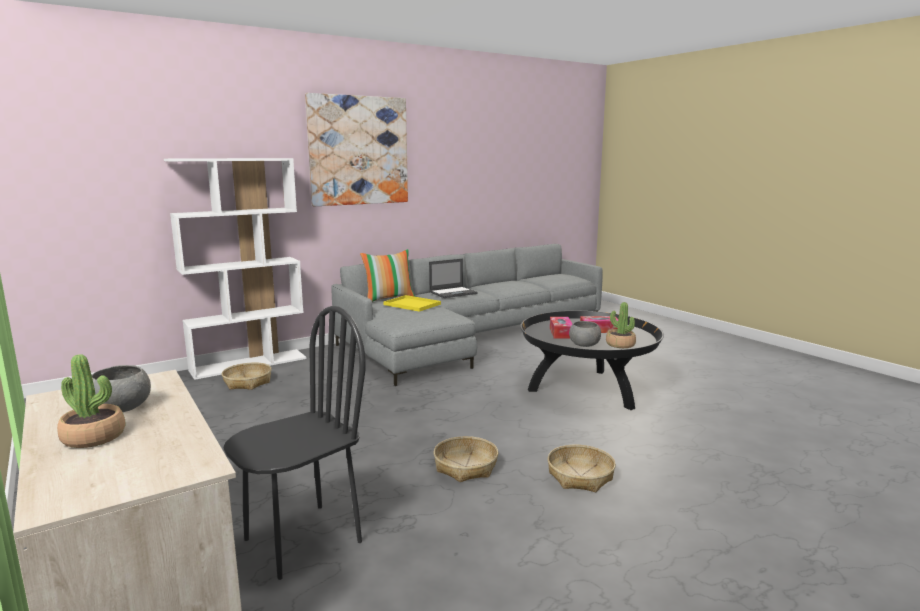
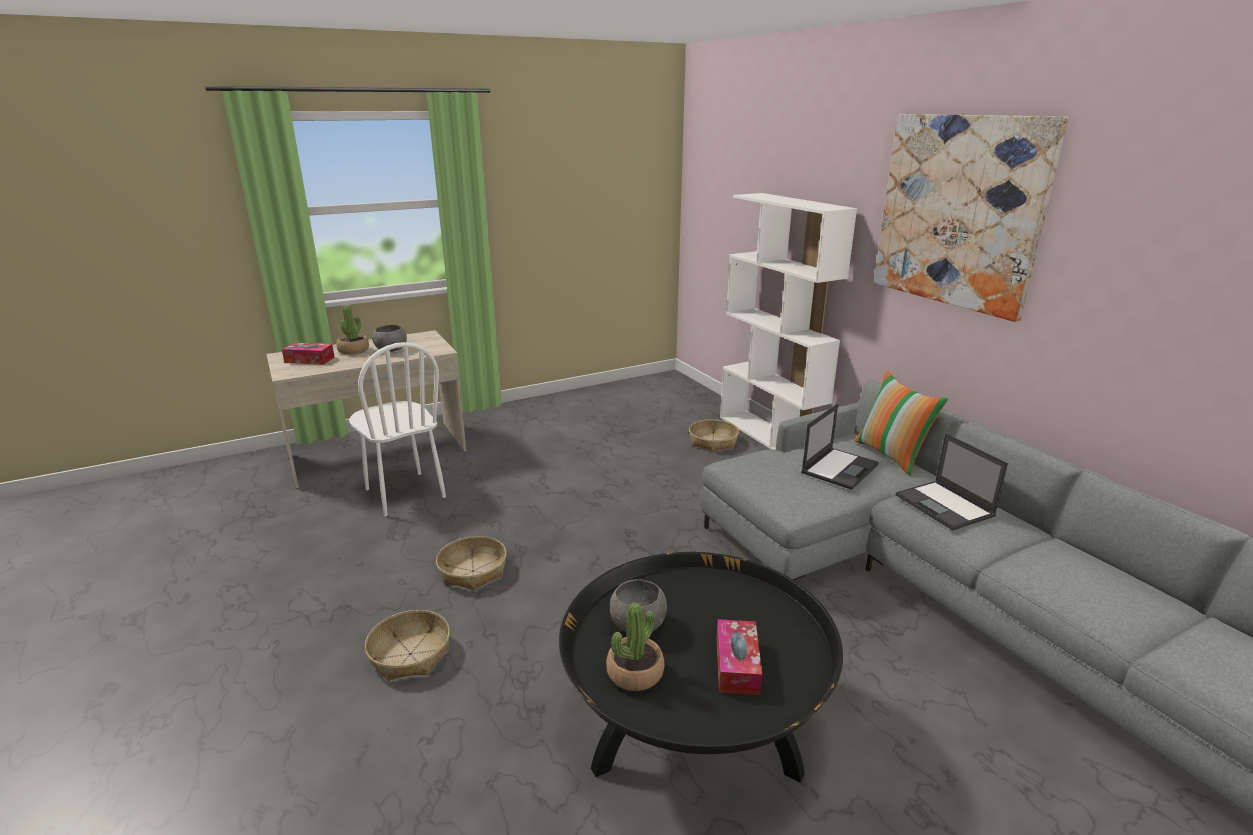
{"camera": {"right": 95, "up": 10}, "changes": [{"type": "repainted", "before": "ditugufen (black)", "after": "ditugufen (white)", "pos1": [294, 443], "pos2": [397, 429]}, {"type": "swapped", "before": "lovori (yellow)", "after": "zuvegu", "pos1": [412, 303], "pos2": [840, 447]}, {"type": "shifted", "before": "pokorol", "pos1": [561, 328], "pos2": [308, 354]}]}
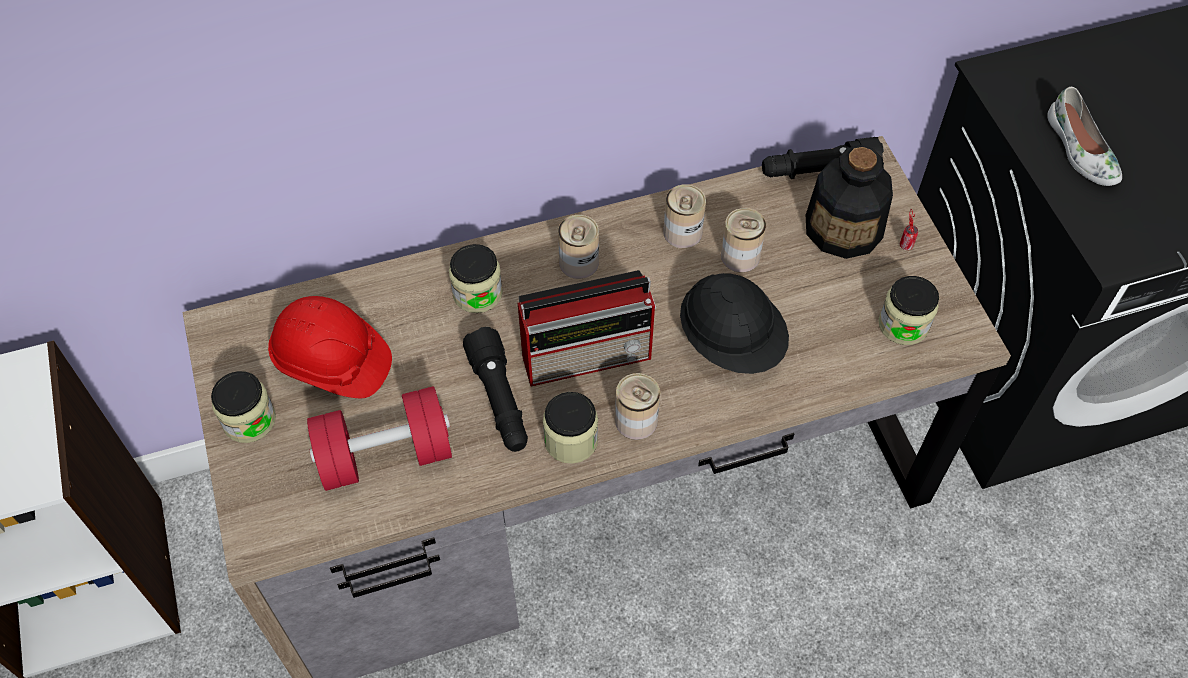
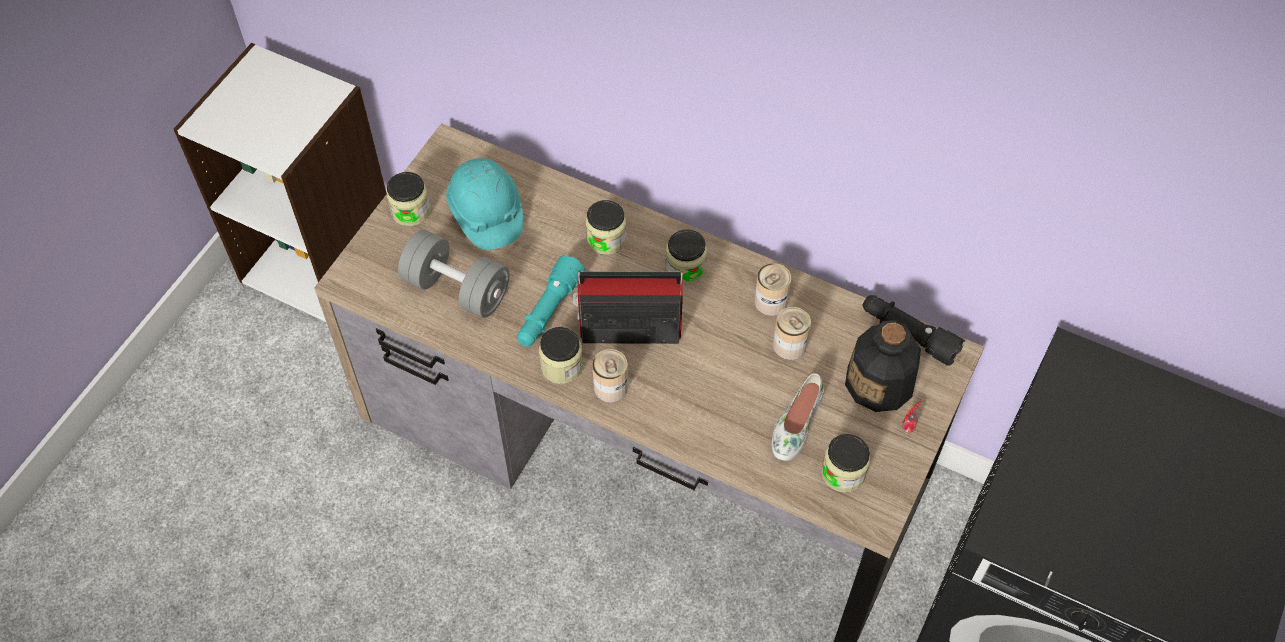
{"camera": {"right": 45, "up": 0}, "changes": [{"type": "repainted", "before": "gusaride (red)", "after": "gusaride (turquoise)", "pos1": [330, 347], "pos2": [484, 204]}, {"type": "repainted", "before": "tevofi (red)", "after": "tevofi (grey)", "pos1": [379, 438], "pos2": [454, 273]}, {"type": "repainted", "before": "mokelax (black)", "after": "mokelax (turquoise)", "pos1": [495, 389], "pos2": [552, 301]}, {"type": "rotated", "before": "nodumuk", "pos1": [587, 328], "pos2": [628, 307], "turn": 150}, {"type": "swapped", "before": "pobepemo", "after": "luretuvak", "pos1": [578, 247], "pos2": [686, 257]}, {"type": "gone", "before": "gusaride (black)", "pos1": [734, 323]}, {"type": "shifted", "before": "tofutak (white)", "pos1": [1084, 136], "pos2": [798, 417]}]}
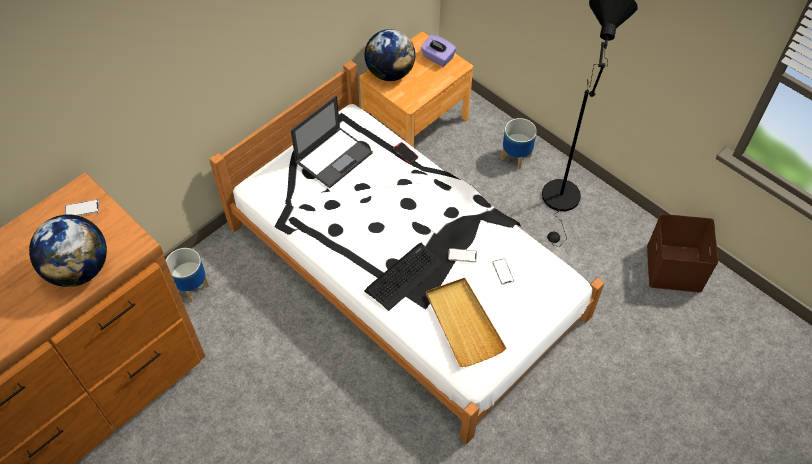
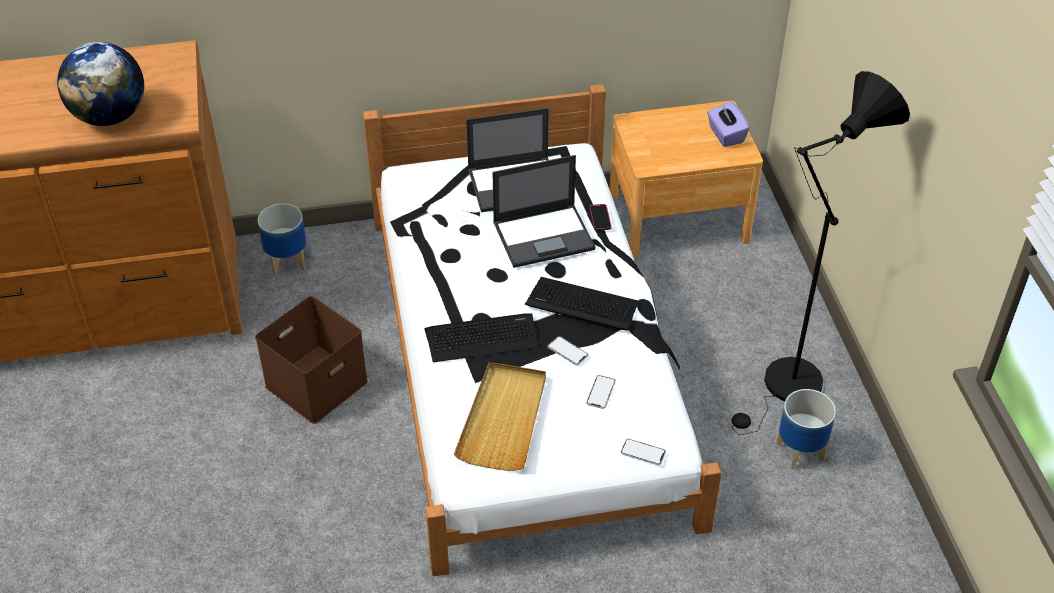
{"camera": {"right": 35, "up": -10}, "changes": [{"type": "shifted", "before": "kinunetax", "pos1": [82, 207], "pos2": [643, 452]}, {"type": "gone", "before": "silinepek", "pos1": [389, 55]}, {"type": "shifted", "before": "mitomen", "pos1": [519, 143], "pos2": [806, 429]}, {"type": "shifted", "before": "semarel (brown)", "pos1": [682, 253], "pos2": [311, 360]}, {"type": "new", "after": "zuvegu", "pos2": [544, 211]}, {"type": "new", "after": "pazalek", "pos2": [582, 304]}]}
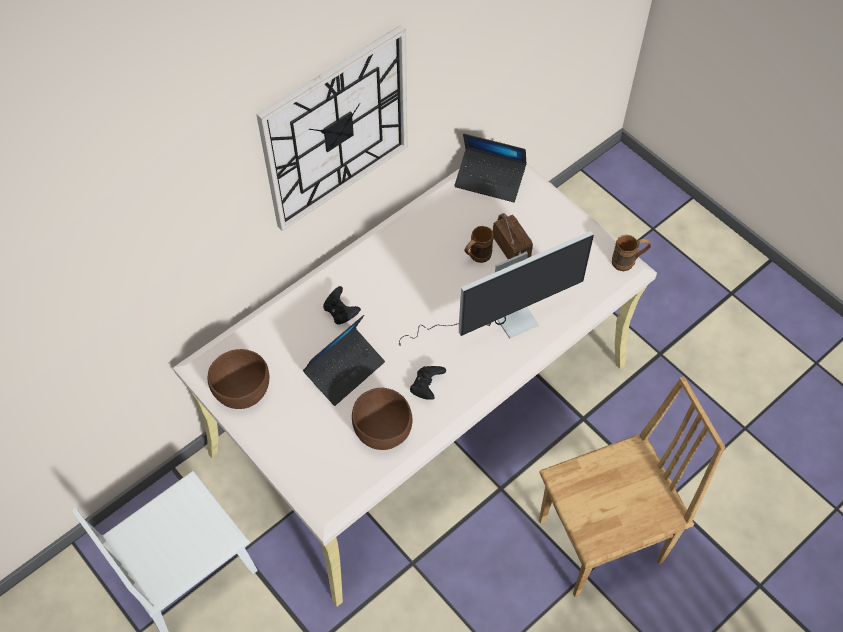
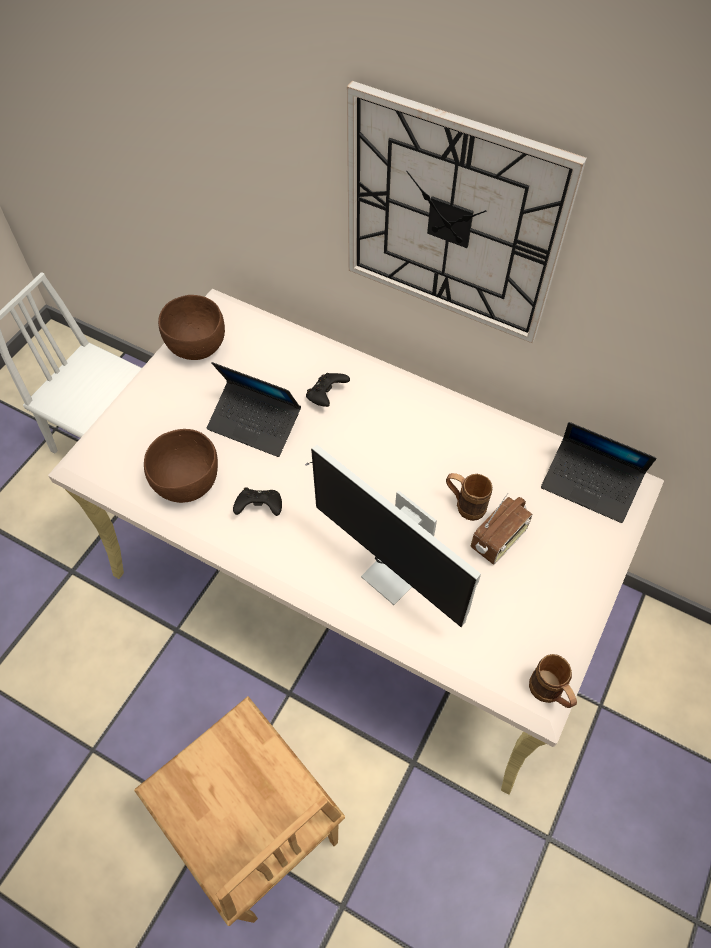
{"camera": {"right": 70, "up": 0}, "changes": [{"type": "rotated", "before": "zuvegu", "pos1": [490, 168], "pos2": [598, 472], "turn": -60}]}
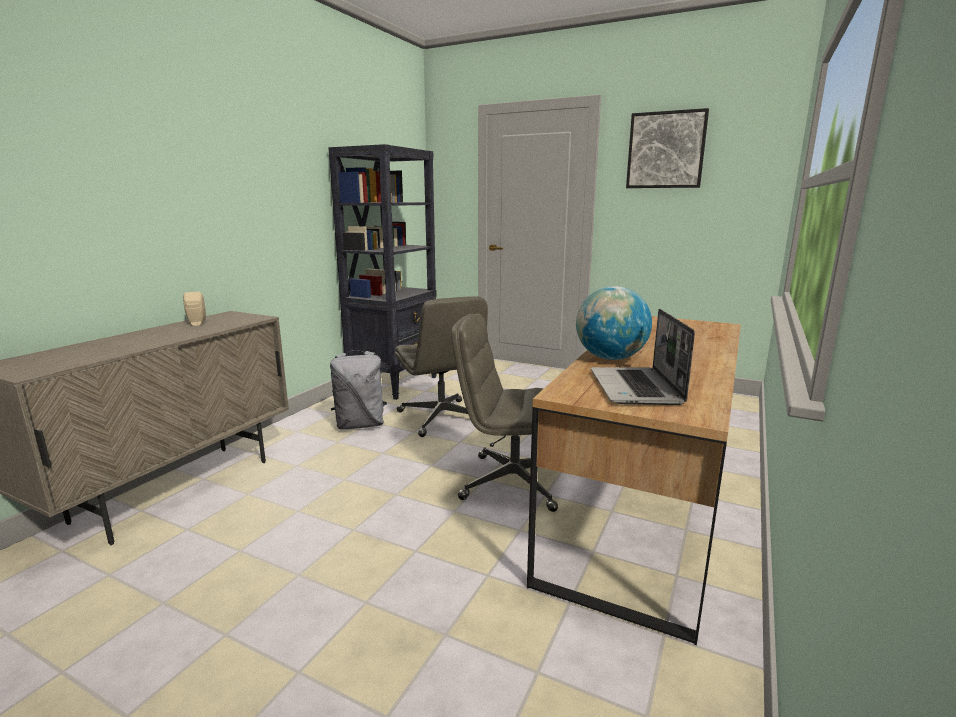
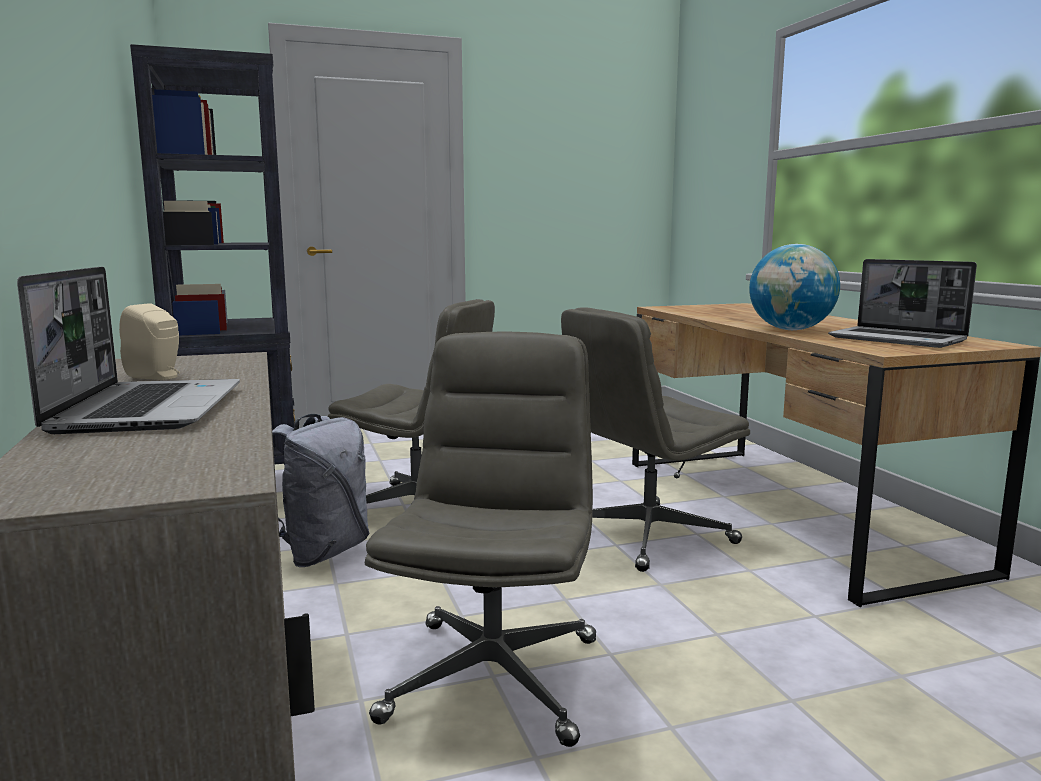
{"camera": {"right": -45, "up": -5}, "changes": [{"type": "gone", "before": "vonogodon", "pos1": [667, 148]}, {"type": "new", "after": "zuvegu", "pos2": [128, 350]}, {"type": "new", "after": "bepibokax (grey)", "pos2": [480, 539]}]}
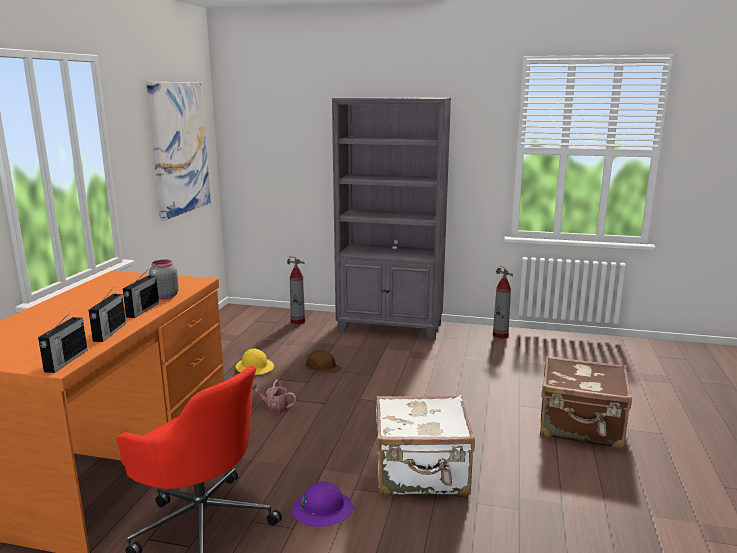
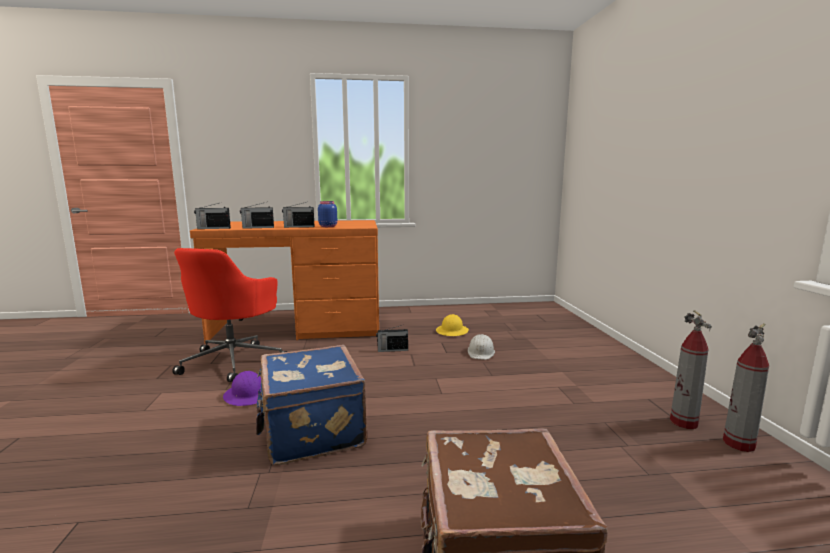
{"camera": {"right": 70, "up": -5}, "changes": [{"type": "gone", "before": "vonogodon", "pos1": [178, 151]}, {"type": "repainted", "before": "luretuvak (grey)", "after": "luretuvak (blue)", "pos1": [164, 279], "pos2": [327, 214]}, {"type": "swapped", "before": "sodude", "after": "nodumuk", "pos1": [273, 396], "pos2": [392, 338]}, {"type": "shifted", "before": "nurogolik", "pos1": [296, 290], "pos2": [691, 369]}, {"type": "repainted", "before": "gusaride (brown)", "after": "gusaride (white)", "pos1": [323, 362], "pos2": [481, 347]}, {"type": "gone", "before": "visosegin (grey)", "pos1": [391, 219]}, {"type": "repainted", "before": "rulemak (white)", "after": "rulemak (blue)", "pos1": [425, 445], "pos2": [311, 405]}]}
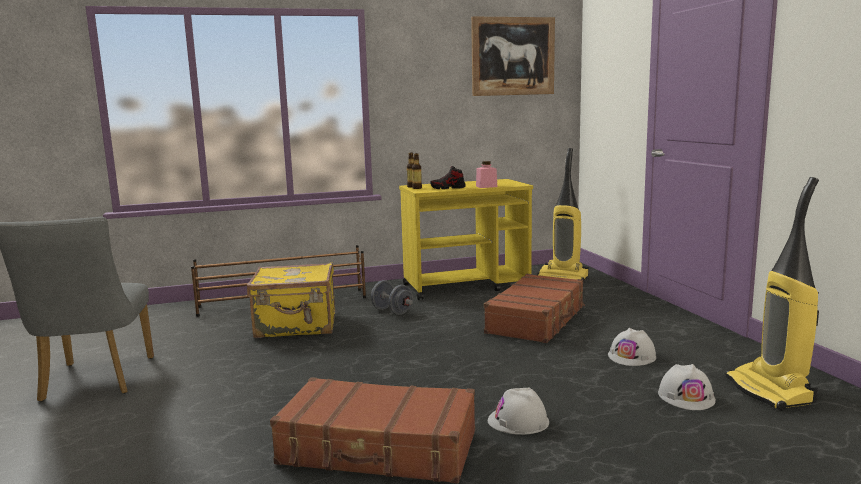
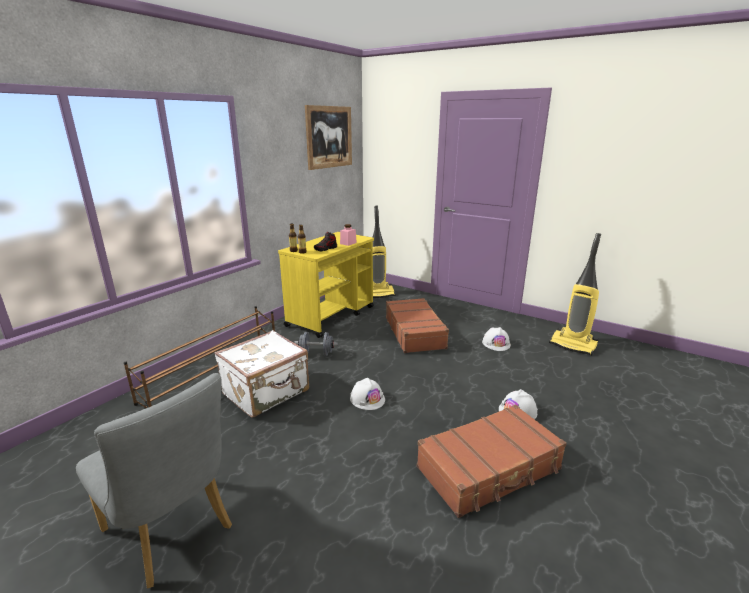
{"camera": {"right": -40, "up": 10}, "changes": [{"type": "repainted", "before": "rulemak (yellow)", "after": "rulemak (white)", "pos1": [291, 300], "pos2": [261, 374]}, {"type": "shifted", "before": "gusaride (white)", "pos1": [687, 387], "pos2": [367, 394]}]}
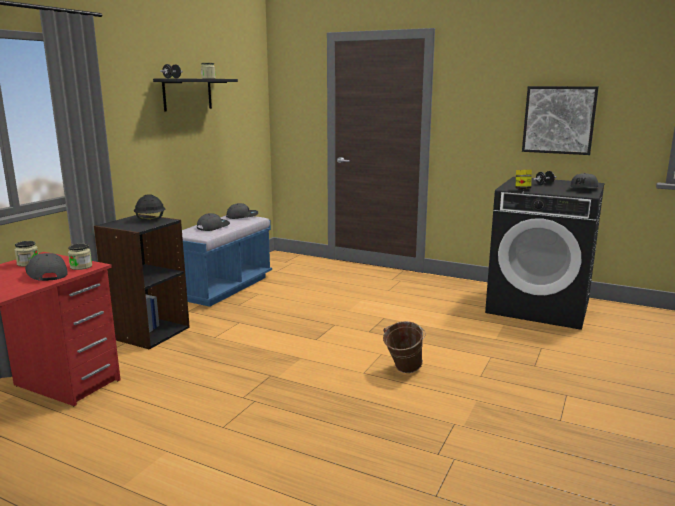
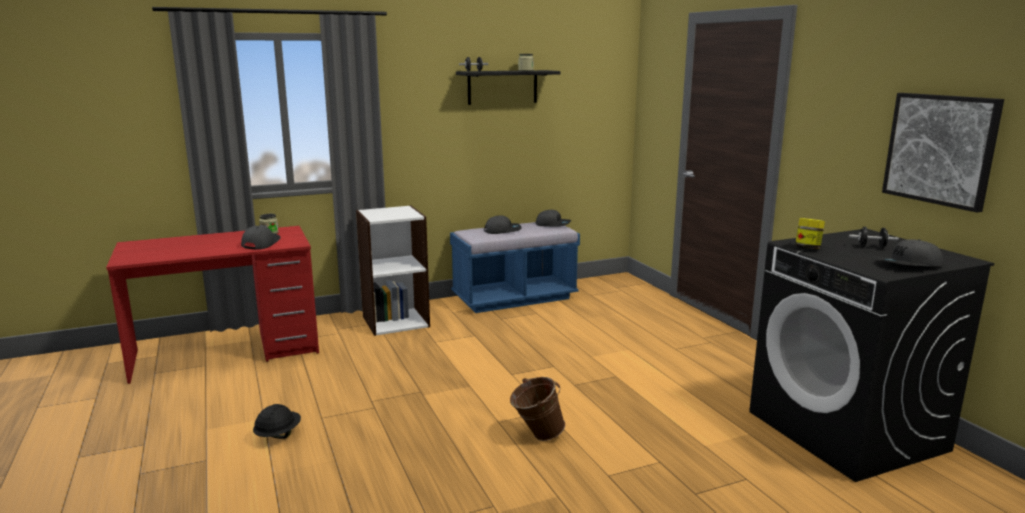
{"camera": {"right": 40, "up": 0}, "changes": [{"type": "gone", "before": "luretuvak", "pos1": [80, 257]}, {"type": "repainted", "before": "visosegin (black)", "after": "visosegin (white)", "pos1": [142, 282], "pos2": [393, 270]}, {"type": "shifted", "before": "gusaride (black)", "pos1": [150, 207], "pos2": [277, 421]}]}
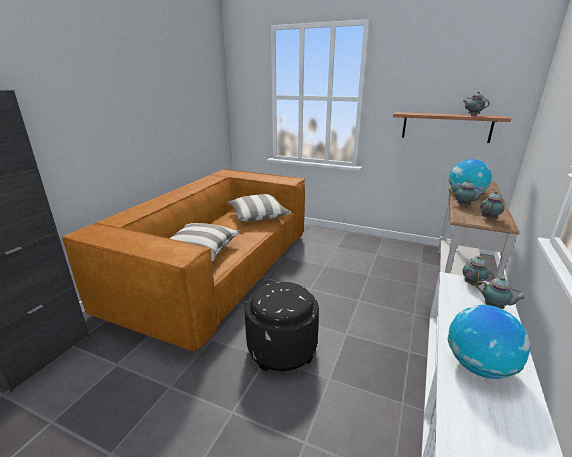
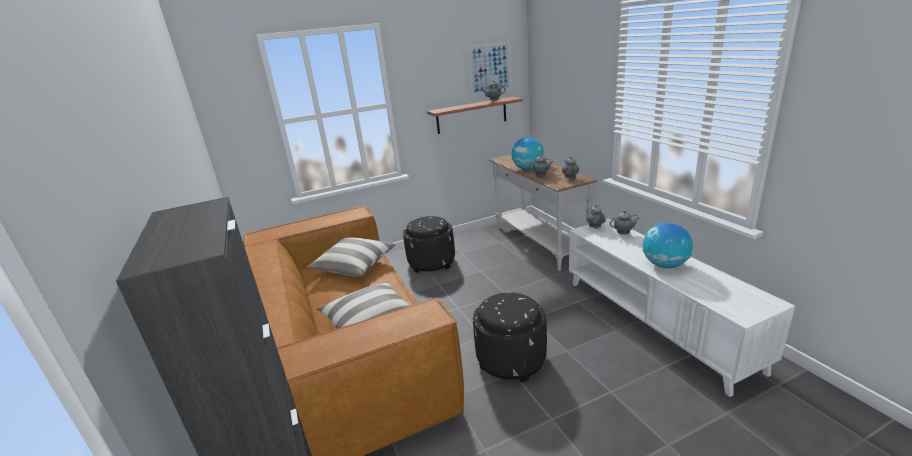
{"camera": {"right": -45, "up": 0}, "changes": [{"type": "new", "after": "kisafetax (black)", "pos2": [429, 244]}, {"type": "new", "after": "vonogodon", "pos2": [489, 69]}]}
